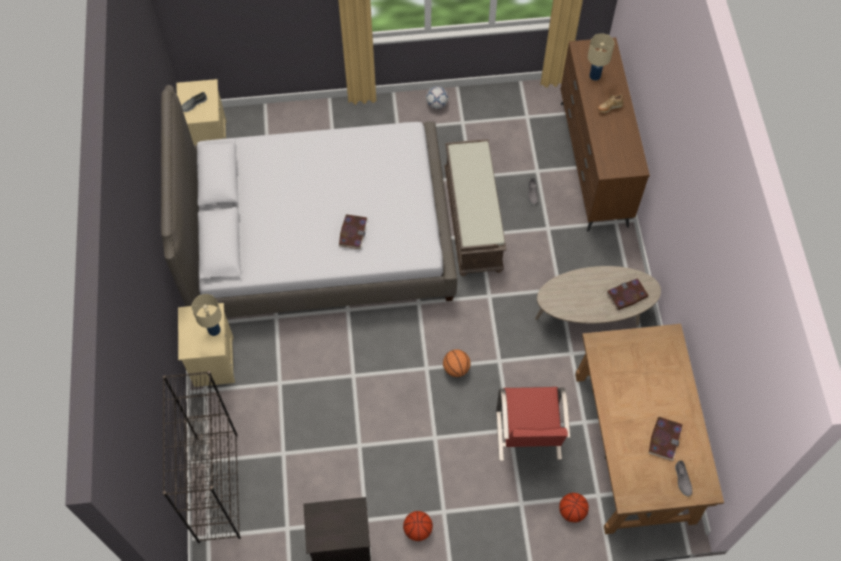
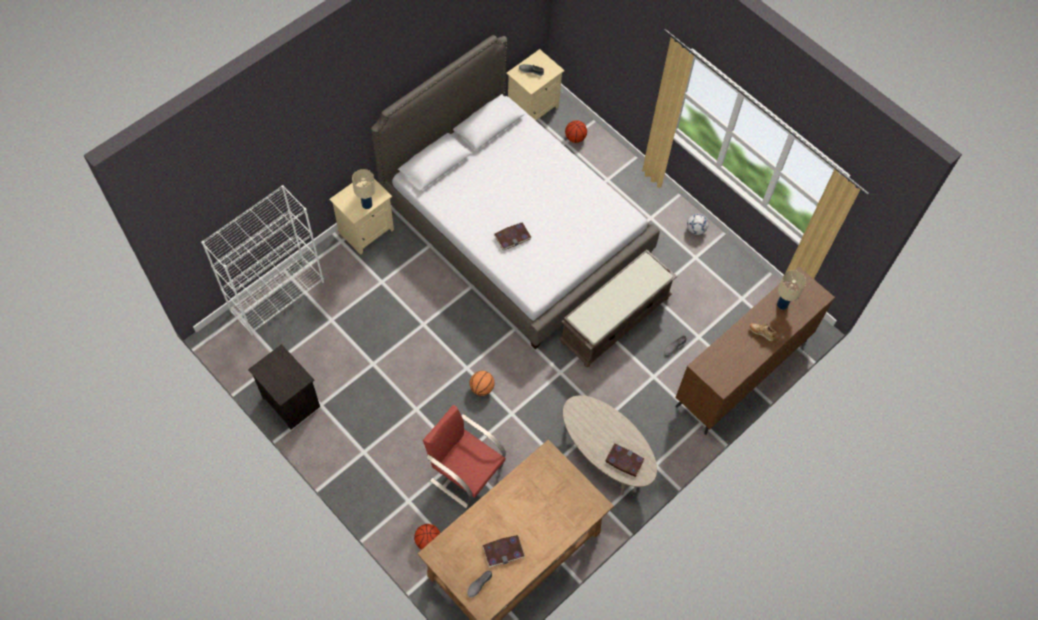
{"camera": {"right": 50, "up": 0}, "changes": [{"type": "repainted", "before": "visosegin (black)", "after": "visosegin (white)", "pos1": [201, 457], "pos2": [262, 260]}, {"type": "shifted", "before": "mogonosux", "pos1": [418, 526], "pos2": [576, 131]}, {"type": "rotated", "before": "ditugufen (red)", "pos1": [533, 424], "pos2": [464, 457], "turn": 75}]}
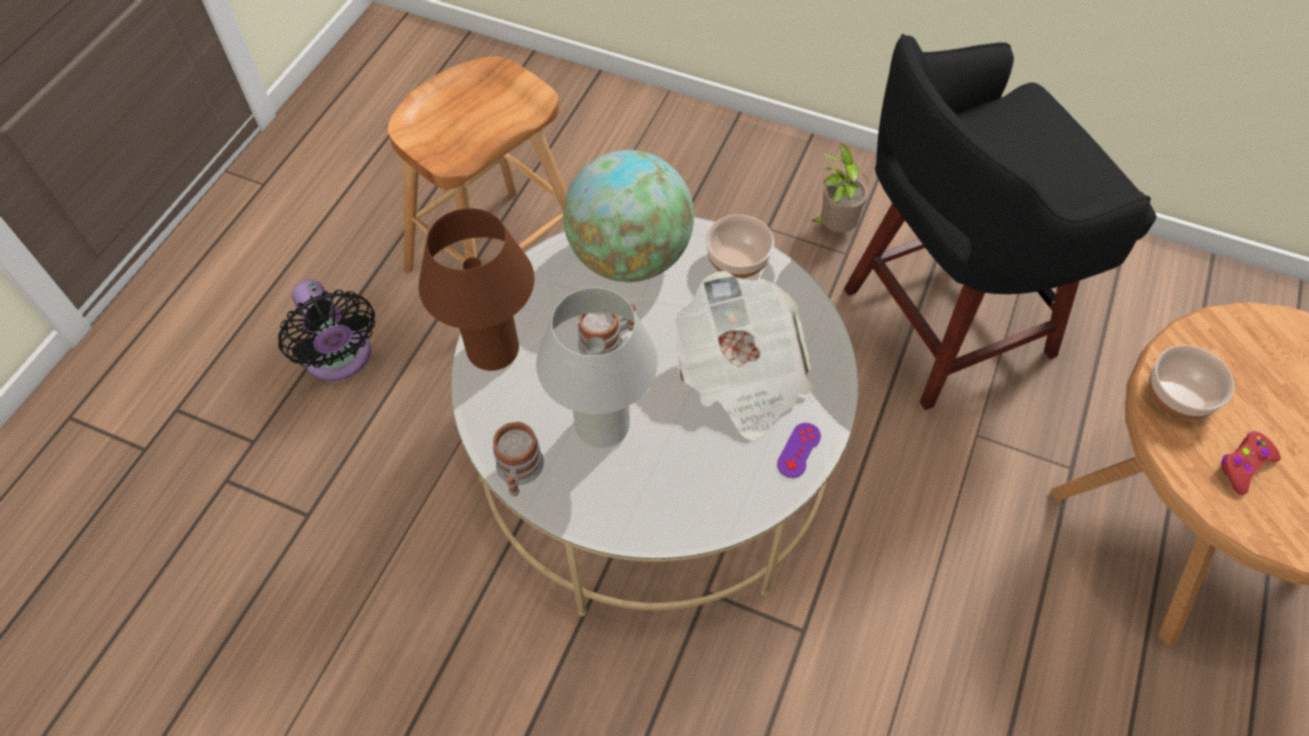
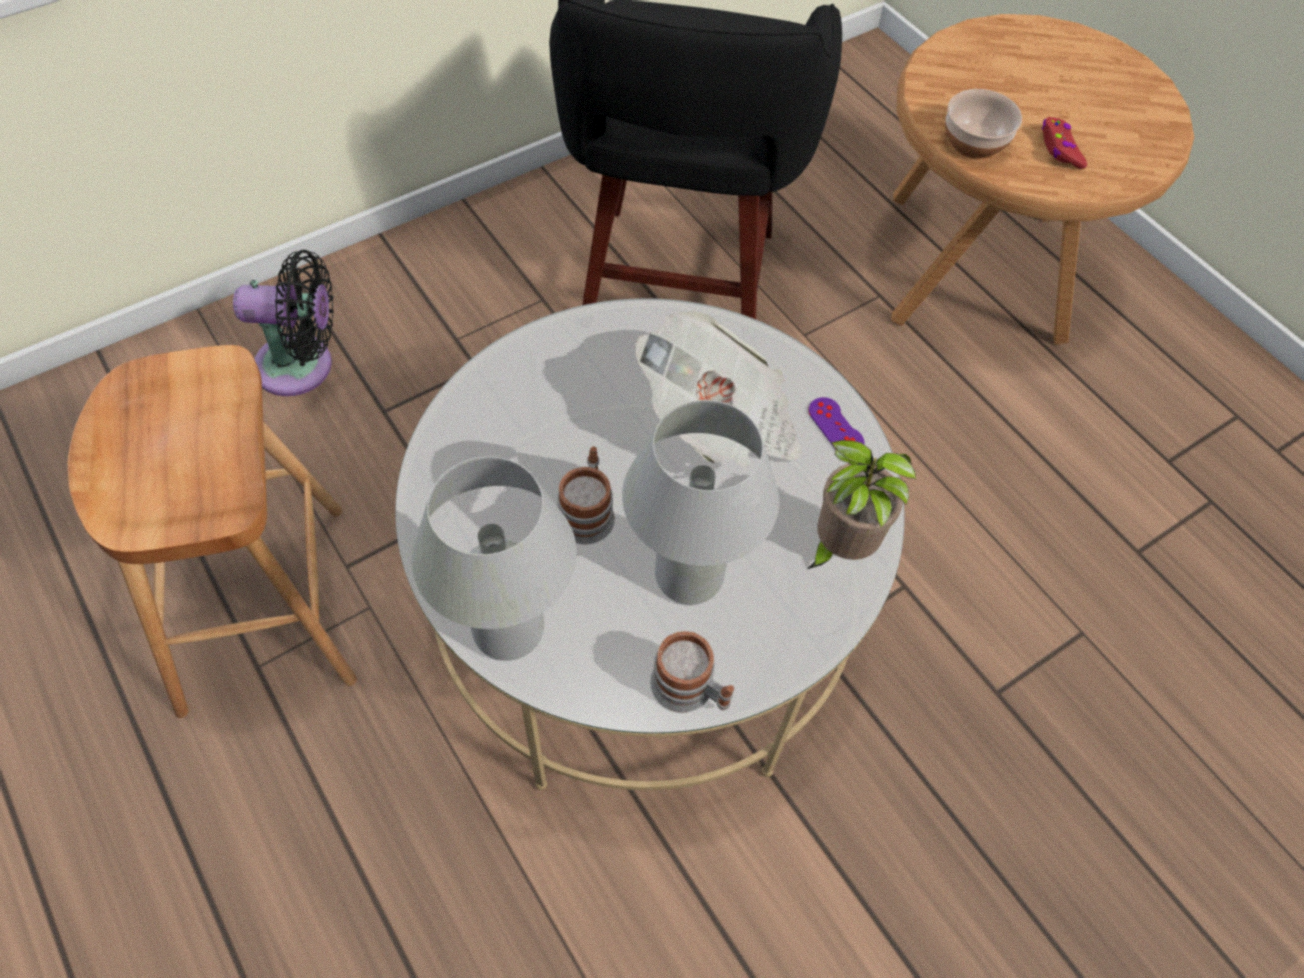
{"camera": {"right": -60, "up": 0}, "changes": [{"type": "shifted", "before": "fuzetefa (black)", "pos1": [326, 330], "pos2": [283, 323]}, {"type": "repainted", "before": "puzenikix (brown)", "after": "puzenikix (white)", "pos1": [476, 289], "pos2": [494, 559]}, {"type": "gone", "before": "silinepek", "pos1": [628, 216]}, {"type": "gone", "before": "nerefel", "pos1": [740, 246]}, {"type": "shifted", "before": "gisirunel", "pos1": [840, 187], "pos2": [862, 504]}]}
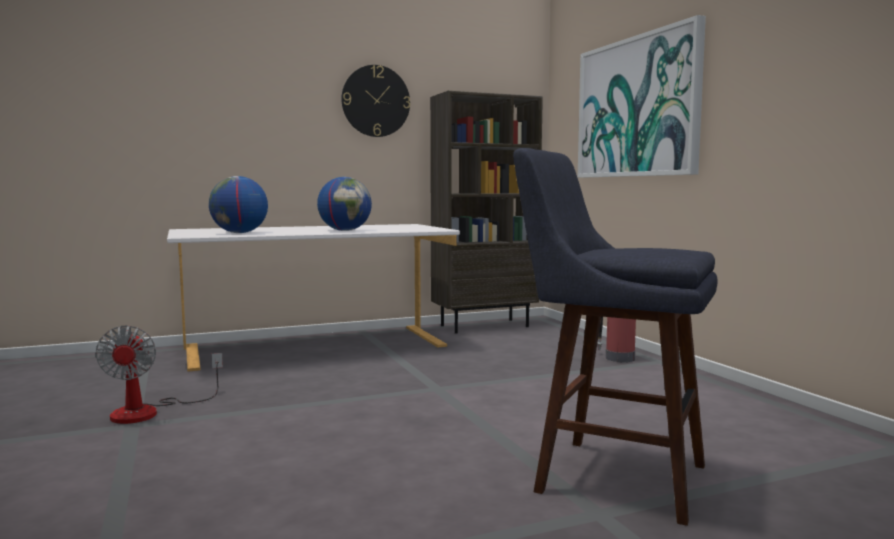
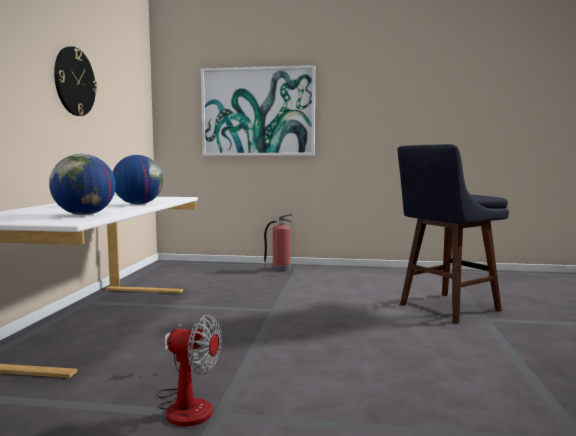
{"camera": {"right": -60, "up": 0}, "changes": [{"type": "gone", "before": "visosegin (brown)", "pos1": [486, 212]}]}
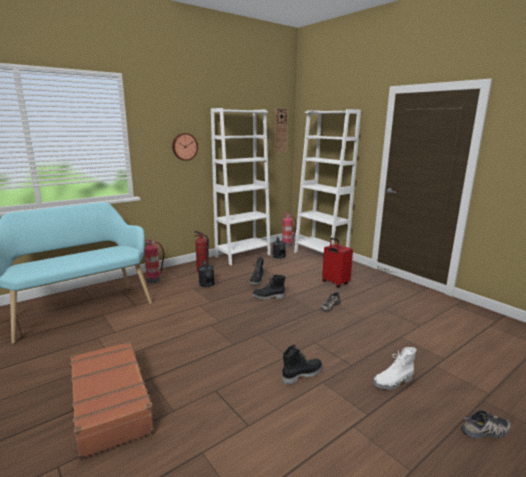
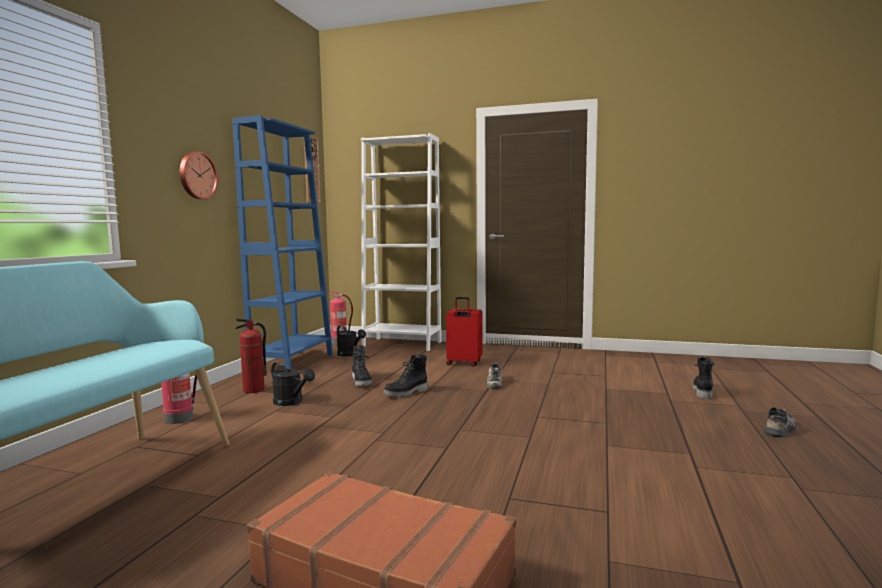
{"camera": {"right": -35, "up": -10}, "changes": [{"type": "repainted", "before": "visosegin (white)", "after": "visosegin (blue)", "pos1": [241, 186], "pos2": [282, 242]}, {"type": "shifted", "before": "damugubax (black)", "pos1": [302, 364], "pos2": [704, 377]}, {"type": "gone", "before": "damugubax (white)", "pos1": [395, 368]}]}
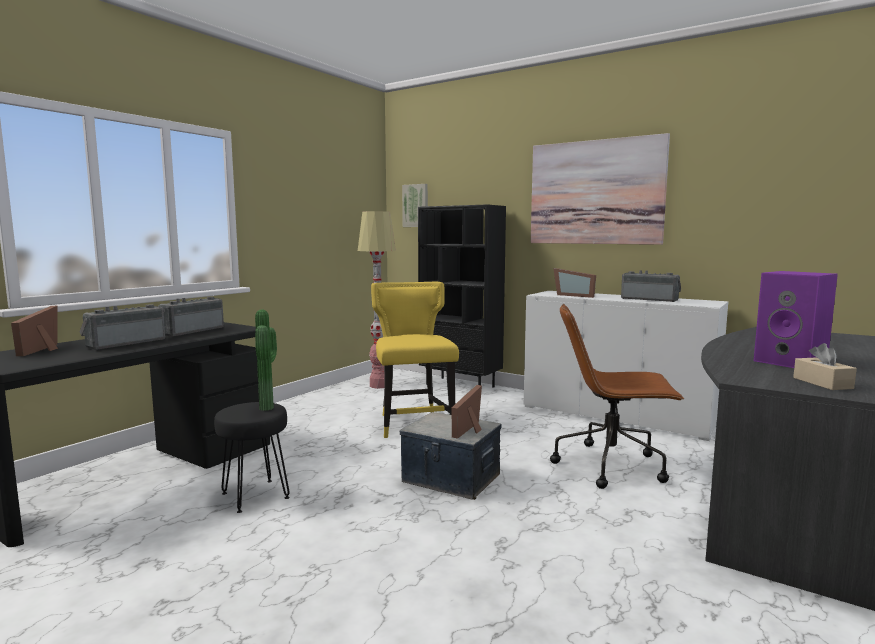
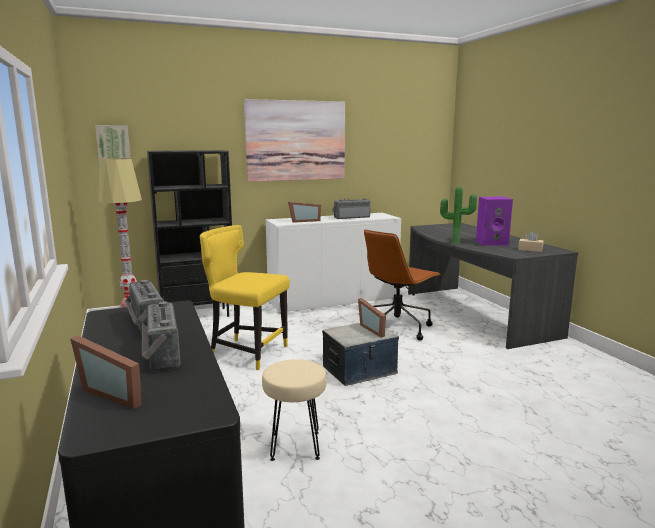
{"camera": {"right": -55, "up": 5}, "changes": [{"type": "repainted", "before": "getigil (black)", "after": "getigil (beige)", "pos1": [252, 457], "pos2": [294, 410]}, {"type": "shifted", "before": "gisirunel", "pos1": [266, 360], "pos2": [458, 216]}]}
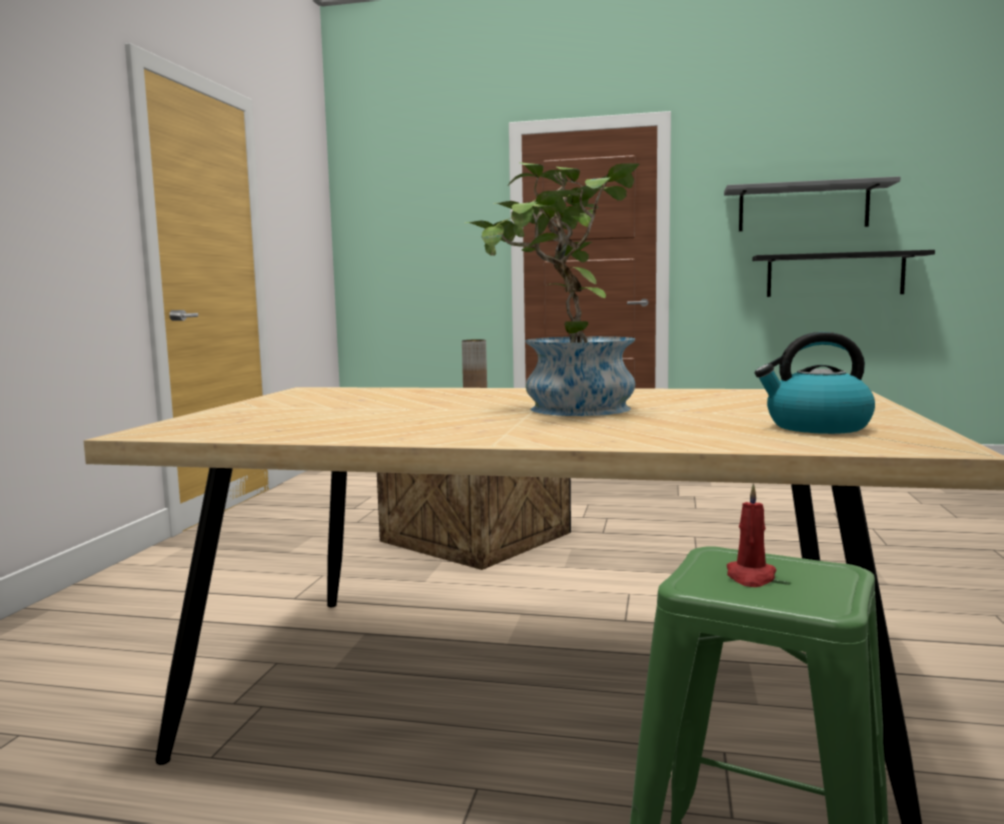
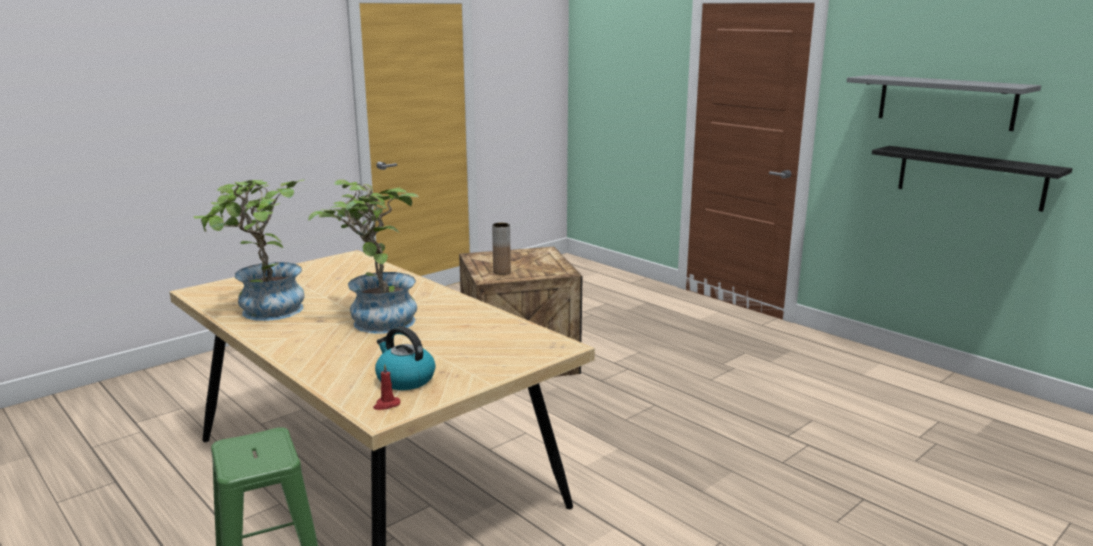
{"camera": {"right": 35, "up": 10}, "changes": [{"type": "shifted", "before": "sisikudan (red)", "pos1": [751, 535], "pos2": [386, 387]}, {"type": "new", "after": "gisirunel", "pos2": [249, 250]}]}
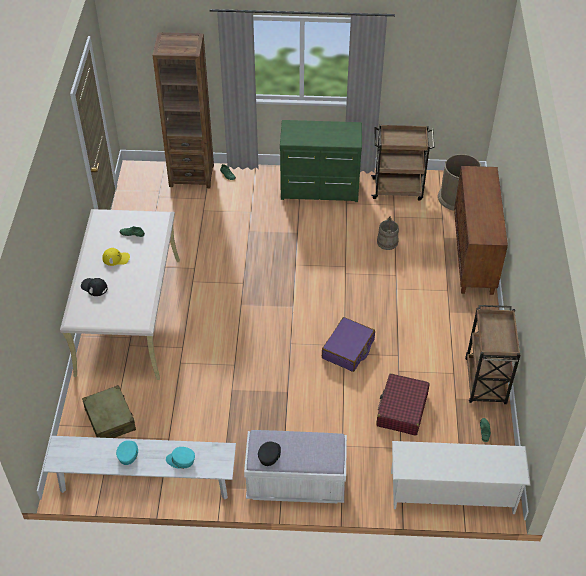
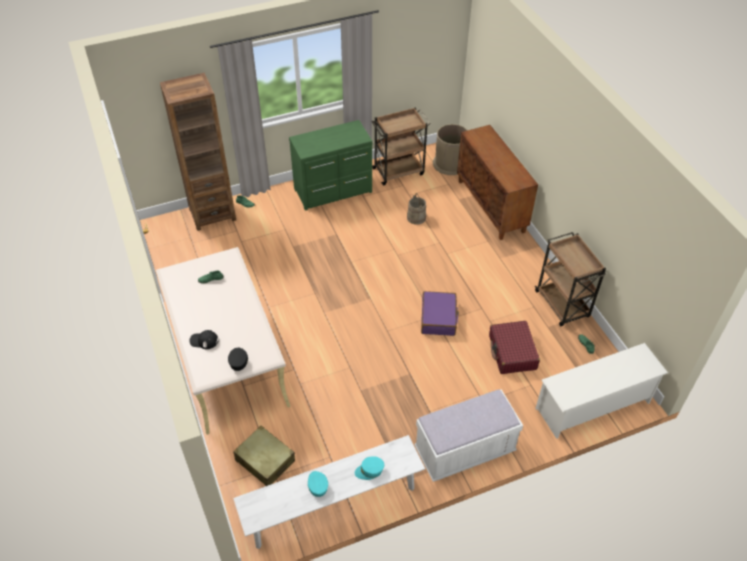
{"camera": {"right": -25, "up": 0}, "changes": [{"type": "gone", "before": "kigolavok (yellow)", "pos1": [116, 257]}, {"type": "shifted", "before": "kigolavok (black)", "pos1": [269, 453], "pos2": [238, 359]}]}
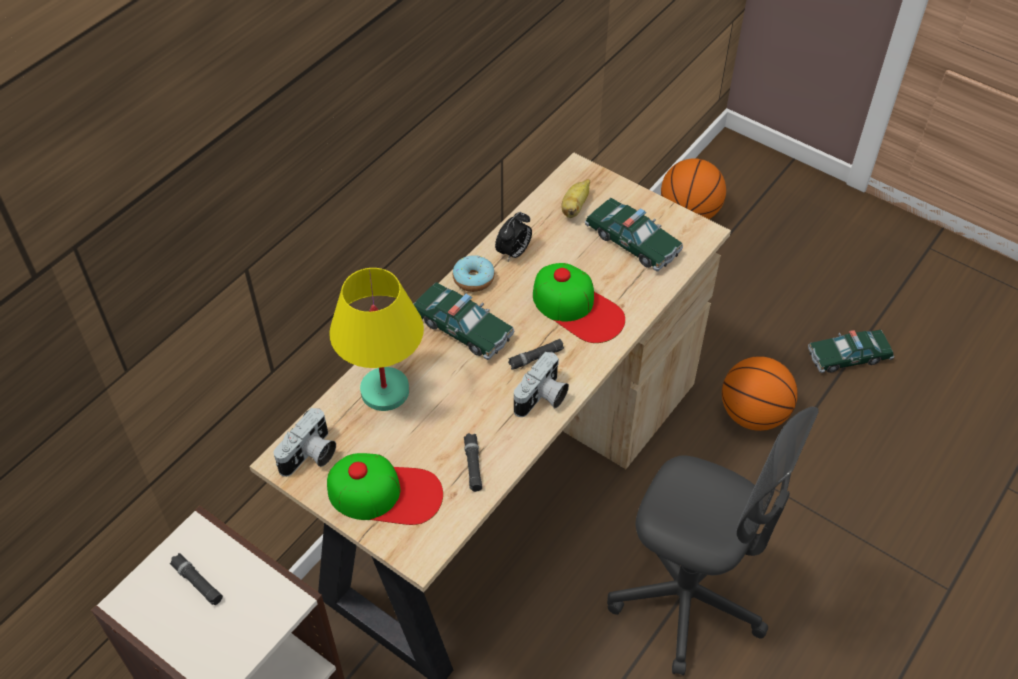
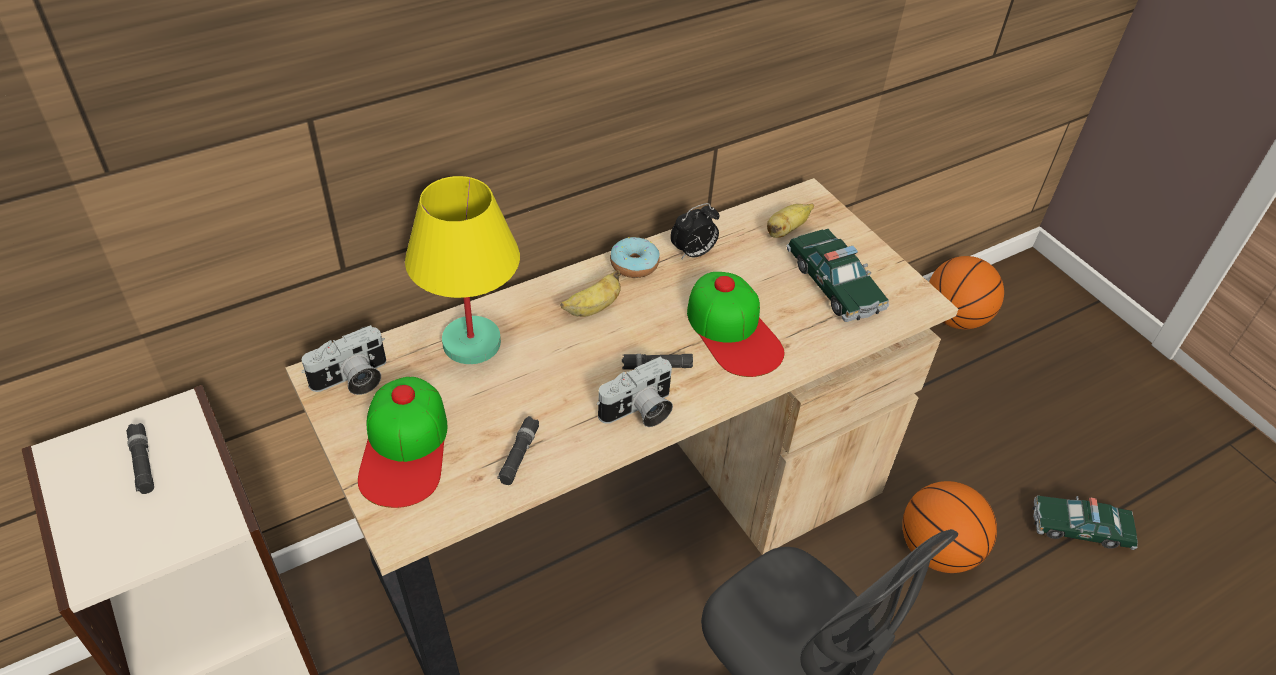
{"camera": {"right": 20, "up": -5}, "changes": [{"type": "rotated", "before": "kigolavok", "pos1": [385, 489], "pos2": [402, 442], "turn": 60}, {"type": "swapped", "before": "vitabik", "after": "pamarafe", "pos1": [464, 321], "pos2": [590, 293]}]}
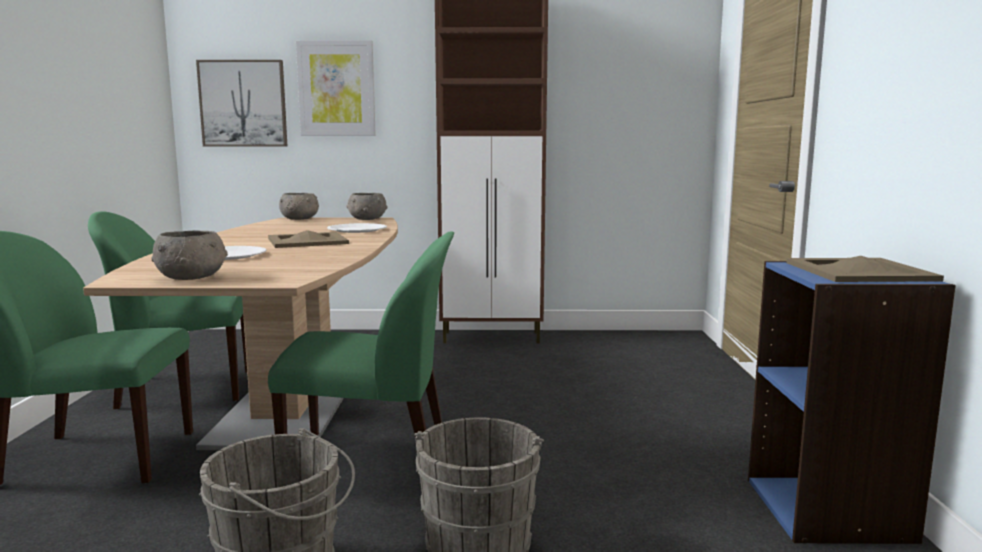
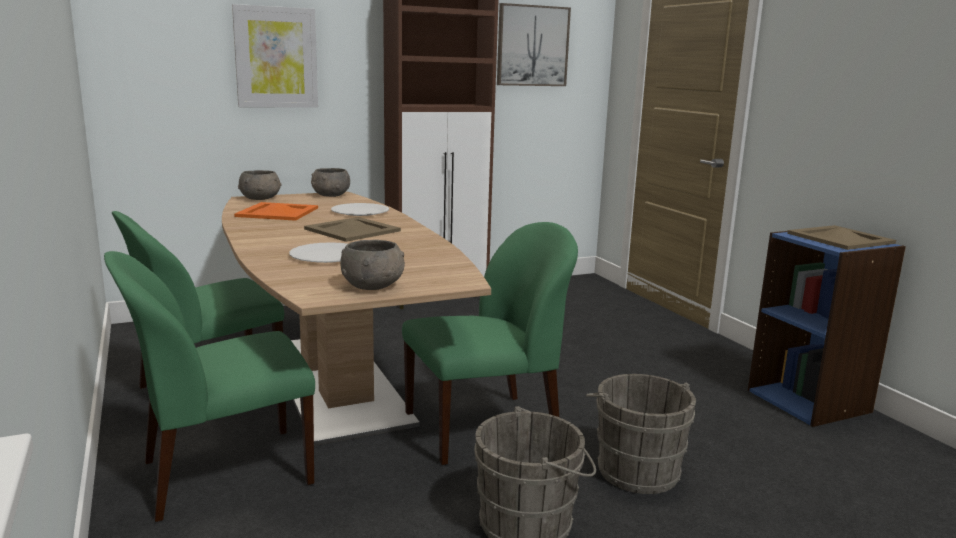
{"camera": {"right": -25, "up": 5}, "changes": [{"type": "shifted", "before": "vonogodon", "pos1": [241, 103], "pos2": [534, 44]}, {"type": "new", "after": "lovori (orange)", "pos2": [276, 211]}]}
